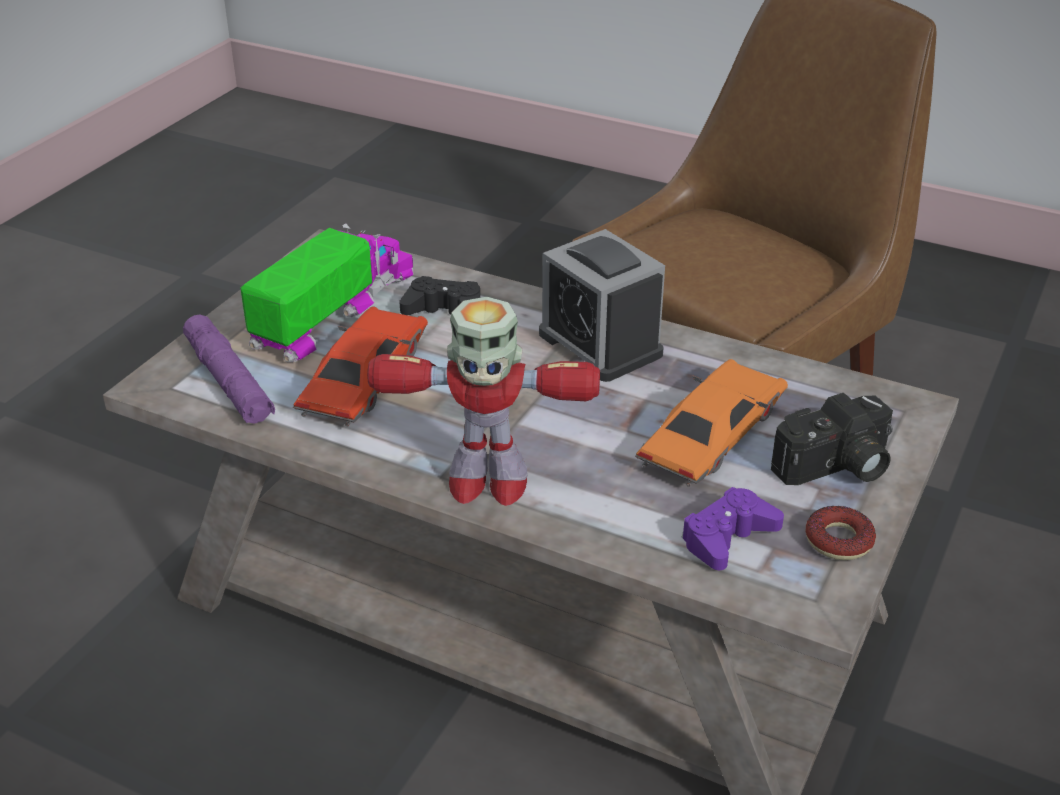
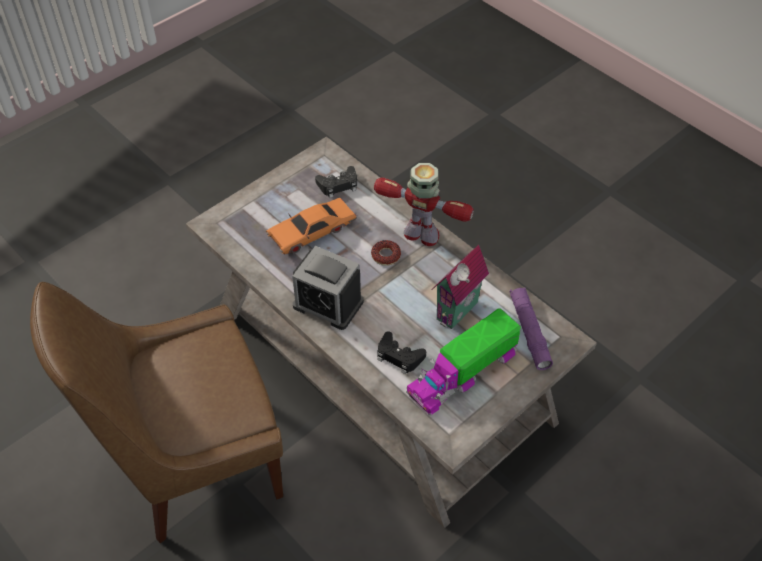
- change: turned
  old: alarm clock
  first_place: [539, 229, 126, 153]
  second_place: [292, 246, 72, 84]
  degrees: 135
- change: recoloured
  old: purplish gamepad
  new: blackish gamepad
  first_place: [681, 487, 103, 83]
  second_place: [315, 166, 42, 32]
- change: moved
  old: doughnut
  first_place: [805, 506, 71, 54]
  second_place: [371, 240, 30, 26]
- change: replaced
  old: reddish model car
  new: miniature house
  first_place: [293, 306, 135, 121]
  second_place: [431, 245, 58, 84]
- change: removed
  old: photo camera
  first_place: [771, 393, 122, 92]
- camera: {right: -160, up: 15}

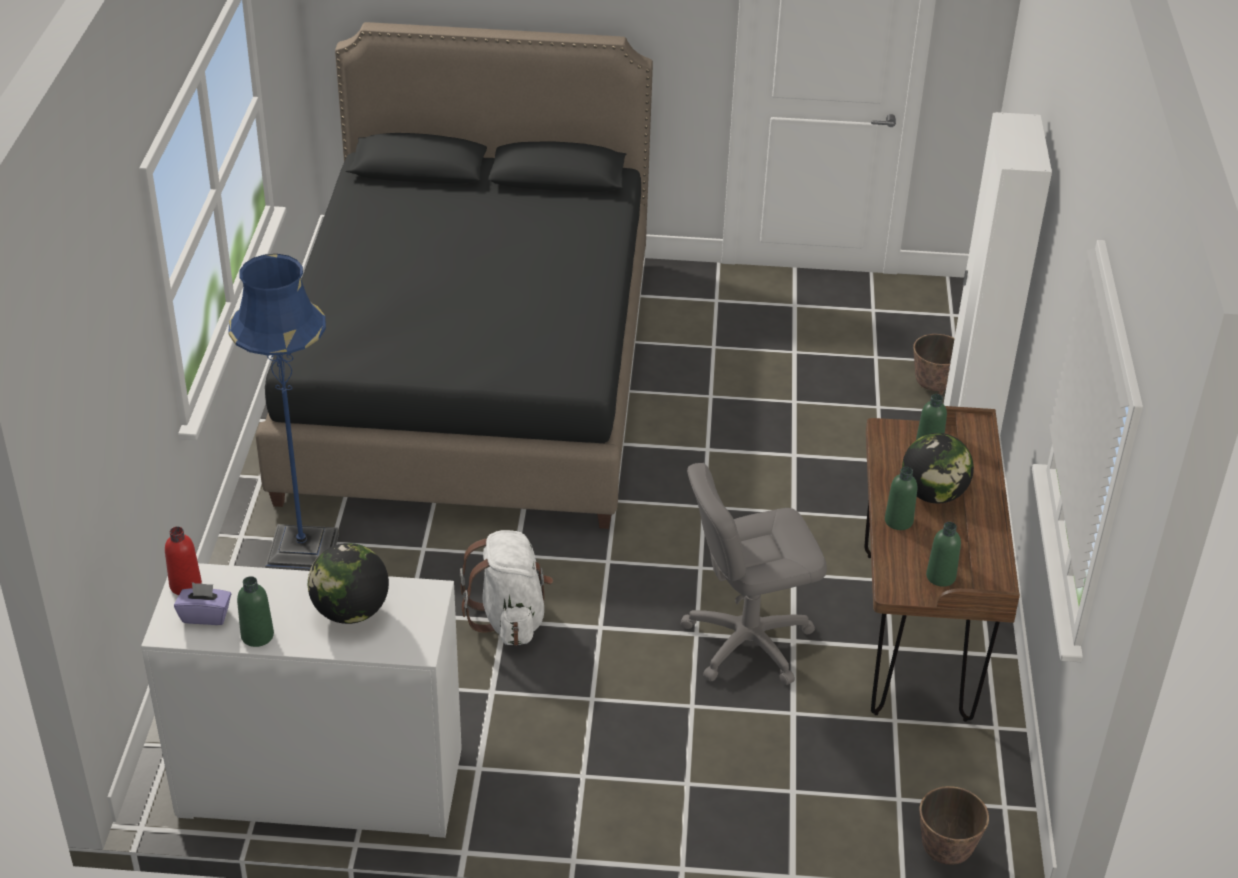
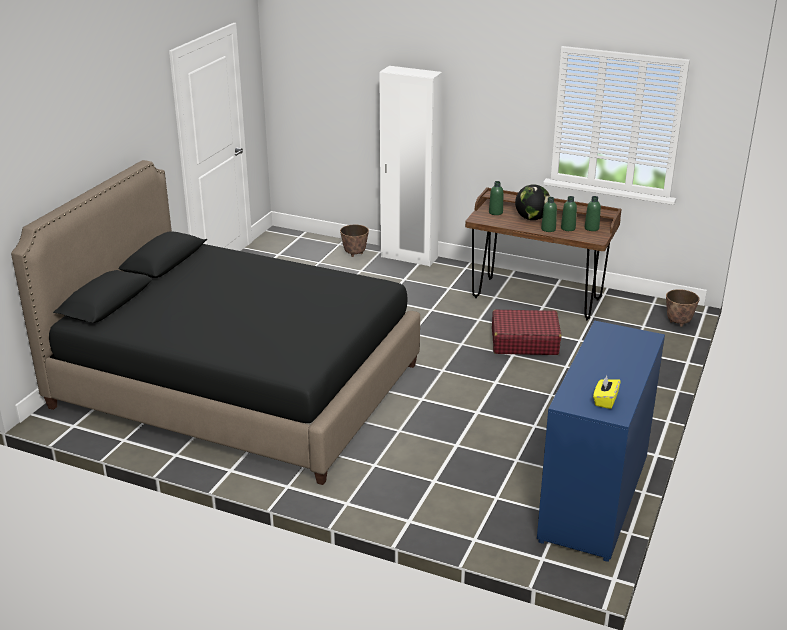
- change: replaced
  old: greyish desk chair
  new: reddish suitcase
  first_place: [680, 463, 147, 222]
  second_place: [492, 310, 69, 45]
- change: recoloured
  old: whitish dresser
  new: blue dresser
  first_place: [141, 563, 320, 275]
  second_place: [537, 320, 128, 242]
- change: moved
  old: green beverage bottle
  first_place: [237, 576, 37, 71]
  second_place: [561, 196, 16, 35]
- change: recoloured
  old: purplish tissue box
  new: yellow tissue box
  first_place: [174, 582, 57, 43]
  second_place: [593, 375, 28, 34]
- change: removed
  old: reddish beverage bottle
  first_place: [165, 526, 37, 69]
- change: removed
  old: blue floor lamp
  first_place: [229, 254, 110, 317]
- change: removed
  old: globe
  first_place: [308, 543, 81, 81]
- change: removed
  old: whitish rucksack
  first_place: [460, 530, 93, 116]
- camera: {right: -70, up: -10}

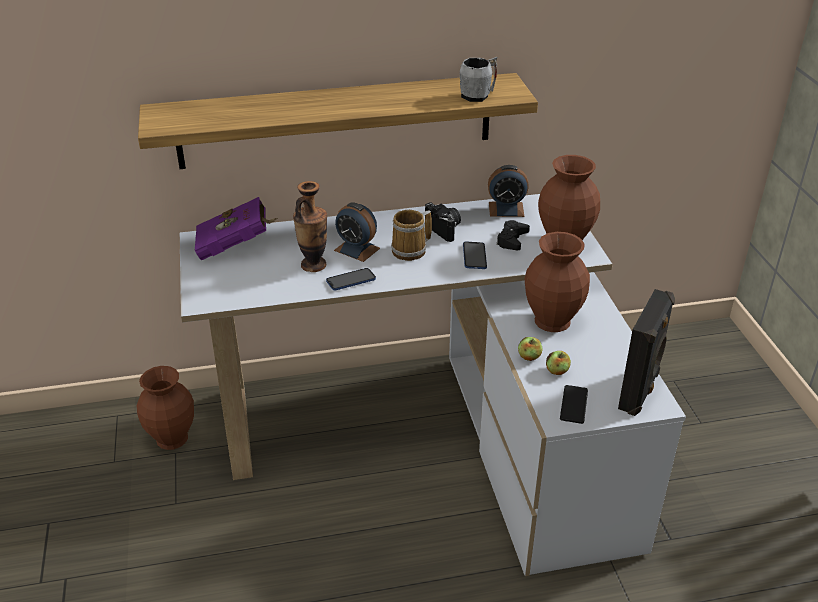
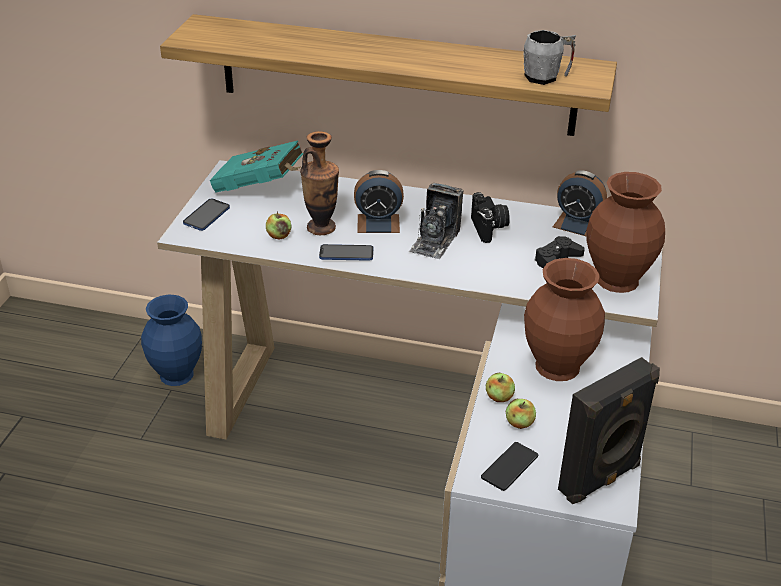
- change: recoloured
  old: brown-coloured flower vase
  new: blue flower vase
  first_place: [136, 366, 58, 84]
  second_place: [141, 294, 61, 92]
- change: moved
  old: telephone
  first_place: [463, 242, 24, 27]
  second_place: [183, 199, 47, 32]
- change: recoloured
  old: purplish book
  new: turquoise-coloured book
  first_place: [195, 197, 83, 64]
  second_place: [210, 141, 93, 52]
- change: added
  new: whole apple
  second_place: [266, 211, 25, 29]
- change: turned
  old: alarm clock
  first_place: [334, 202, 46, 60]
  second_place: [354, 170, 50, 63]
  degrees: -60
- change: replaced
  old: mug
  new: photo camera
  first_place: [391, 210, 41, 51]
  second_place: [409, 183, 55, 76]
- camera: {right: 25, up: 0}

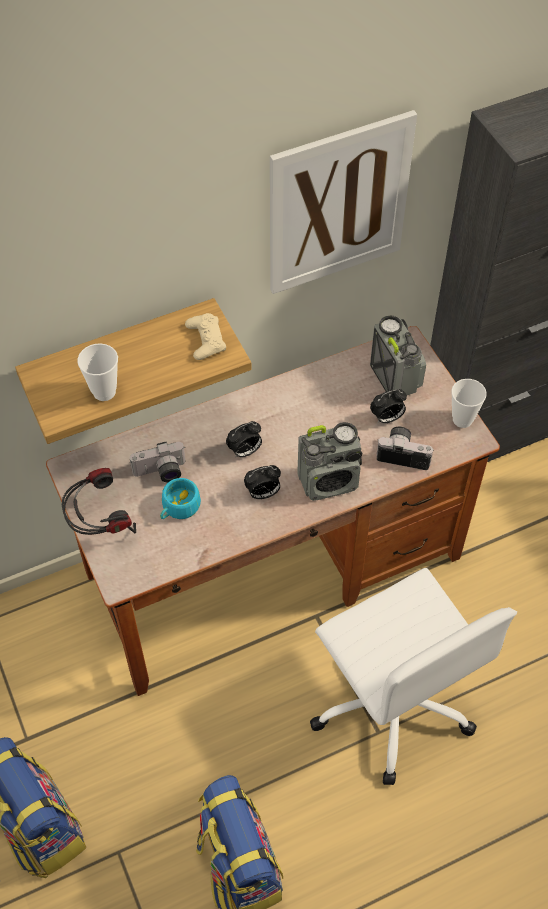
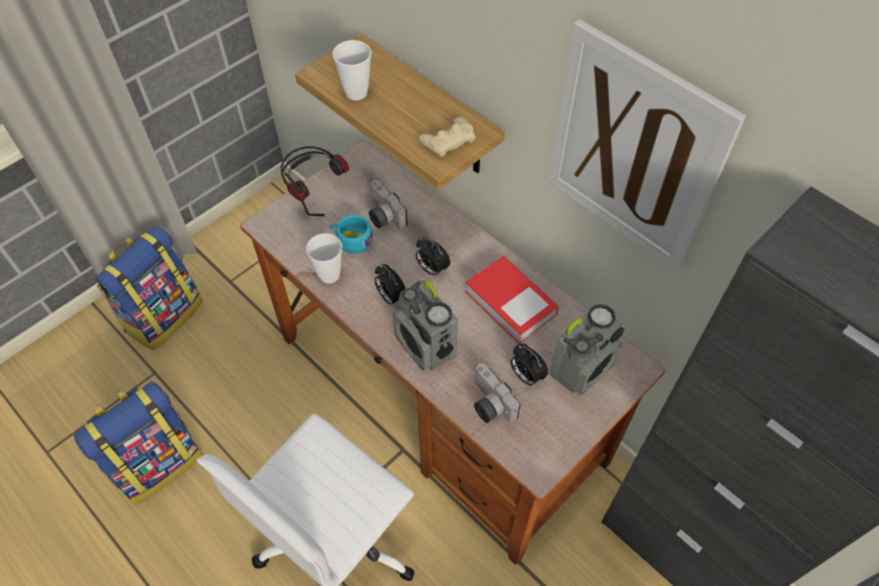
- change: moved
  old: cup
  first_place: [451, 379, 36, 49]
  second_place: [306, 233, 36, 51]
- change: added
  new: book
  second_place: [465, 256, 94, 88]
- change: turned
  old: photo camera
  first_place: [376, 427, 58, 43]
  second_place: [474, 363, 47, 60]
  degrees: 150
- camera: {right: 70, up: 0}

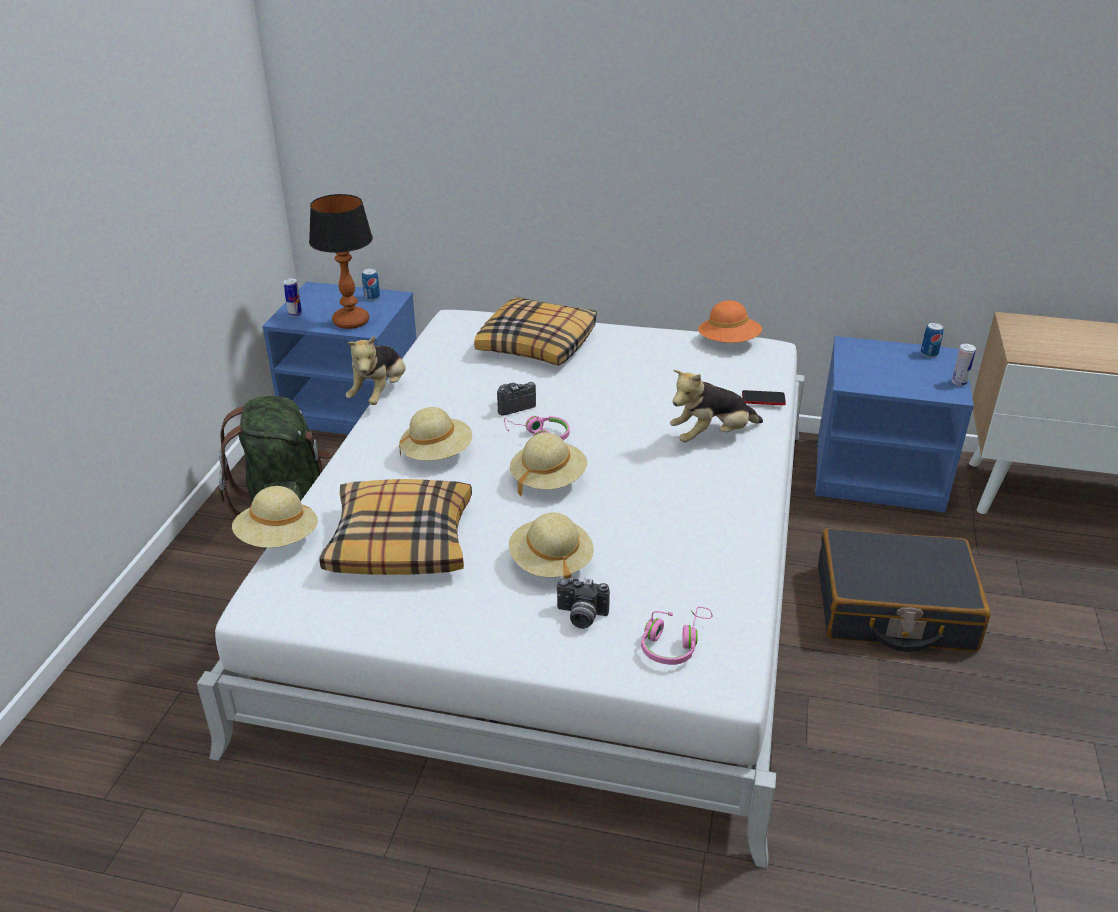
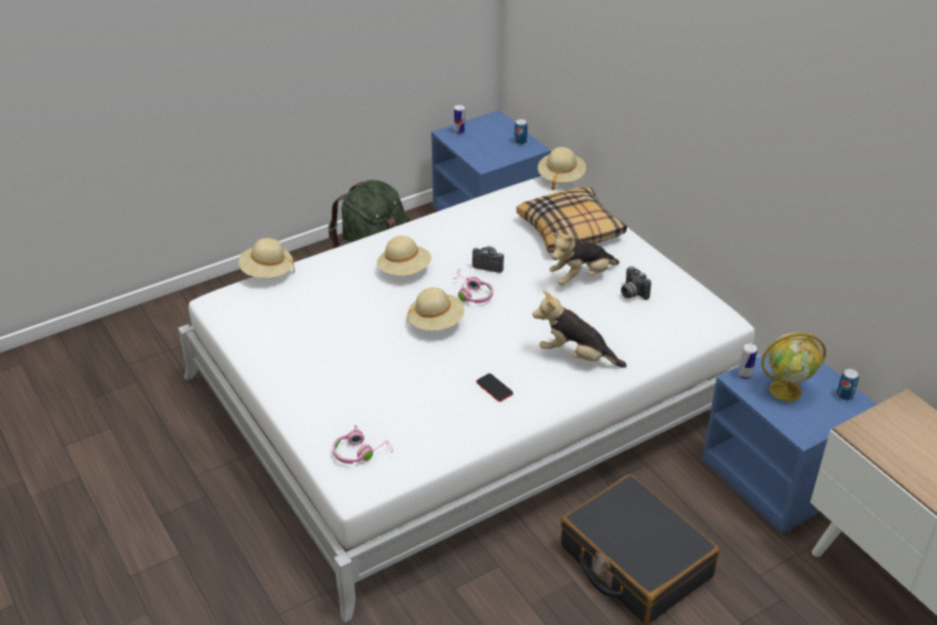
- change: moved
  old: telephone
  first_place: [742, 390, 44, 15]
  second_place: [476, 373, 37, 29]
- change: moved
  old: sand-coloured hat
  first_place: [509, 512, 85, 67]
  second_place: [538, 147, 48, 44]
- change: moved
  old: plush toy
  first_place: [346, 335, 59, 70]
  second_place: [549, 233, 70, 52]
- change: moved
  old: photo camera
  first_place: [557, 578, 53, 51]
  second_place: [621, 266, 30, 34]
- change: moved
  old: sealed can
  first_place: [951, 344, 25, 42]
  second_place: [738, 343, 19, 37]
- change: added
  new: globe
  second_place: [761, 332, 65, 69]
- change: removed
  old: table lamp
  first_place: [309, 194, 64, 135]
- change: removed
  old: throw pillow
  first_place: [319, 479, 153, 96]
- change: removed
  old: orangey hat
  first_place: [698, 301, 64, 42]
- camera: {right: 45, up: 5}

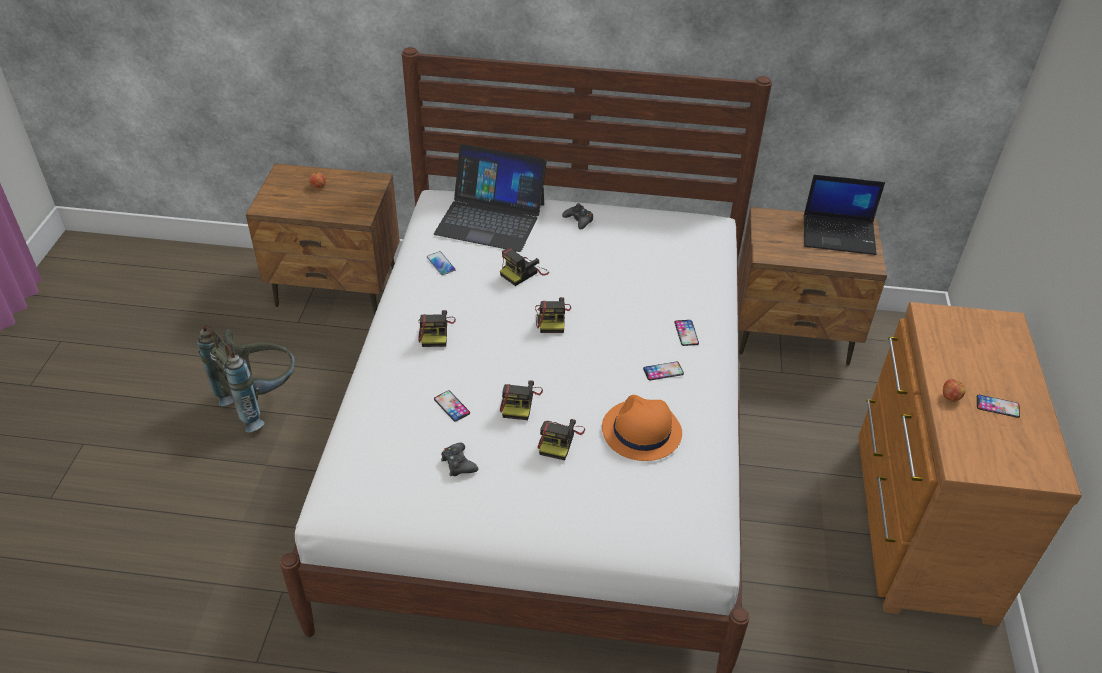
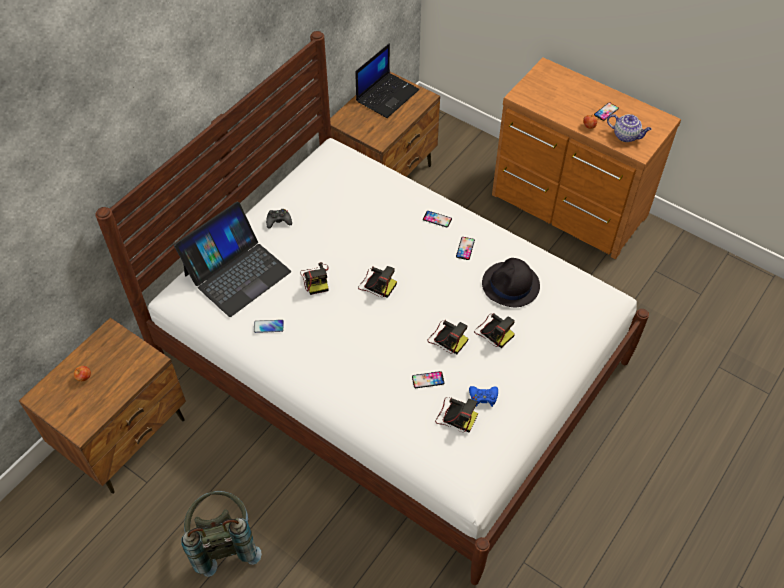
- change: moved
  old: photo camera
  first_place: [418, 310, 38, 37]
  second_place: [435, 397, 43, 35]
- change: recoloured
  old: blackish gamepad
  new: blue gamepad
  first_place: [441, 443, 37, 33]
  second_place: [469, 386, 29, 21]
- change: recoloured
  old: orangey hat
  new: blackish hat
  first_place: [602, 395, 80, 66]
  second_place: [482, 258, 58, 49]
- change: added
  new: pot for tea
  second_place: [607, 114, 45, 28]
- camera: {right: -60, up: 10}

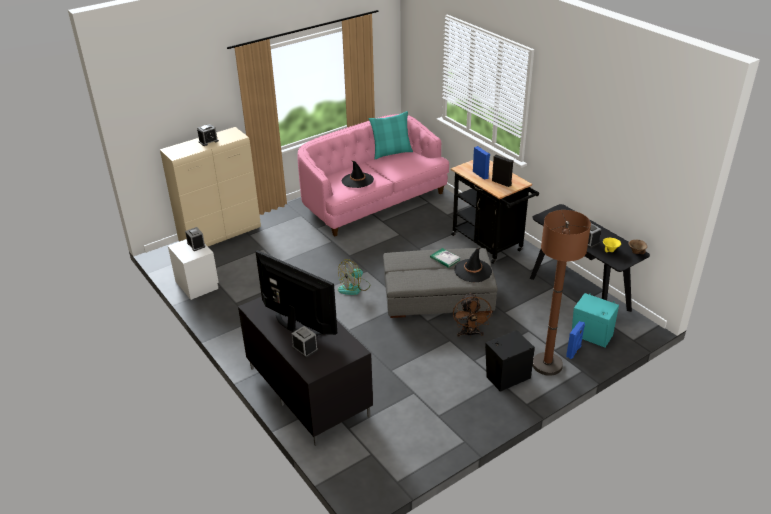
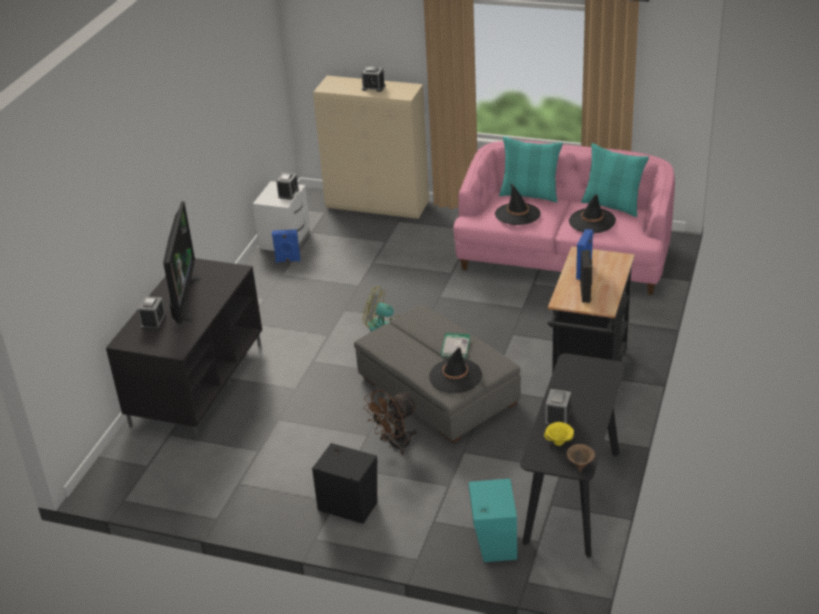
- change: moved
  old: blue speaker
  first_place: [566, 321, 19, 38]
  second_place: [272, 229, 28, 34]
- change: added
  new: turquoise-coloured throw pillow
  second_place: [499, 137, 64, 66]
- change: added
  new: blackish hat
  second_place: [569, 194, 47, 40]
- change: removed
  old: brown-coloured floor lamp
  first_place: [533, 210, 58, 166]
- camera: {right: 55, up: 0}

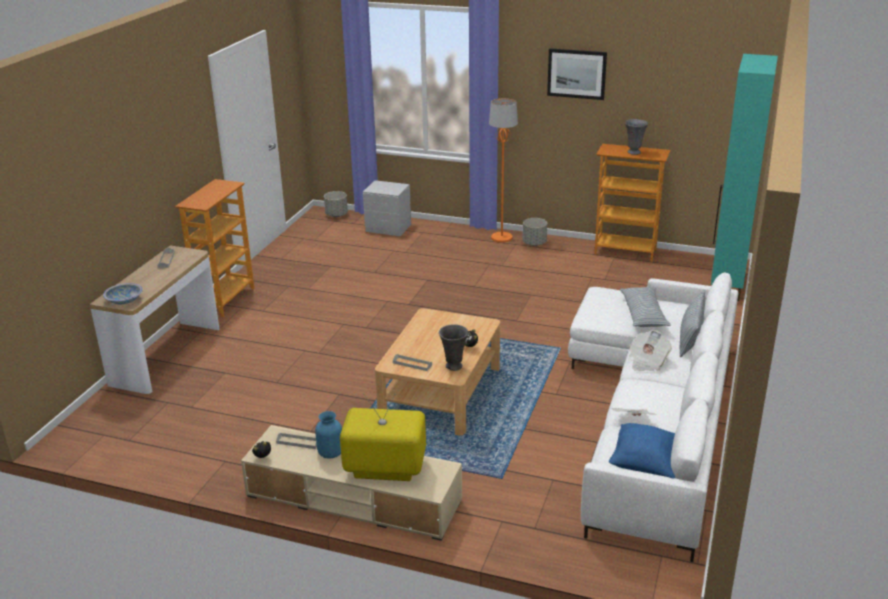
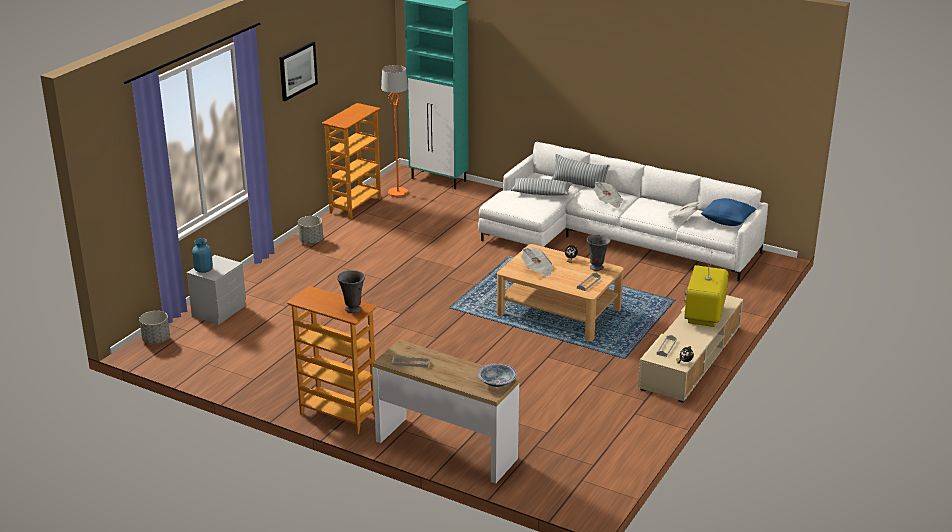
- change: moved
  old: blue flower vase
  first_place: [315, 411, 27, 48]
  second_place: [192, 238, 21, 35]
- change: moved
  old: greyish flower vase
  first_place: [625, 119, 23, 36]
  second_place: [337, 270, 28, 43]
- change: moved
  old: orangey floor lamp
  first_place: [489, 98, 29, 145]
  second_place: [381, 65, 27, 132]
- change: added
  new: printed paper
  second_place: [521, 248, 33, 29]
- camera: {right: -80, up: 0}

